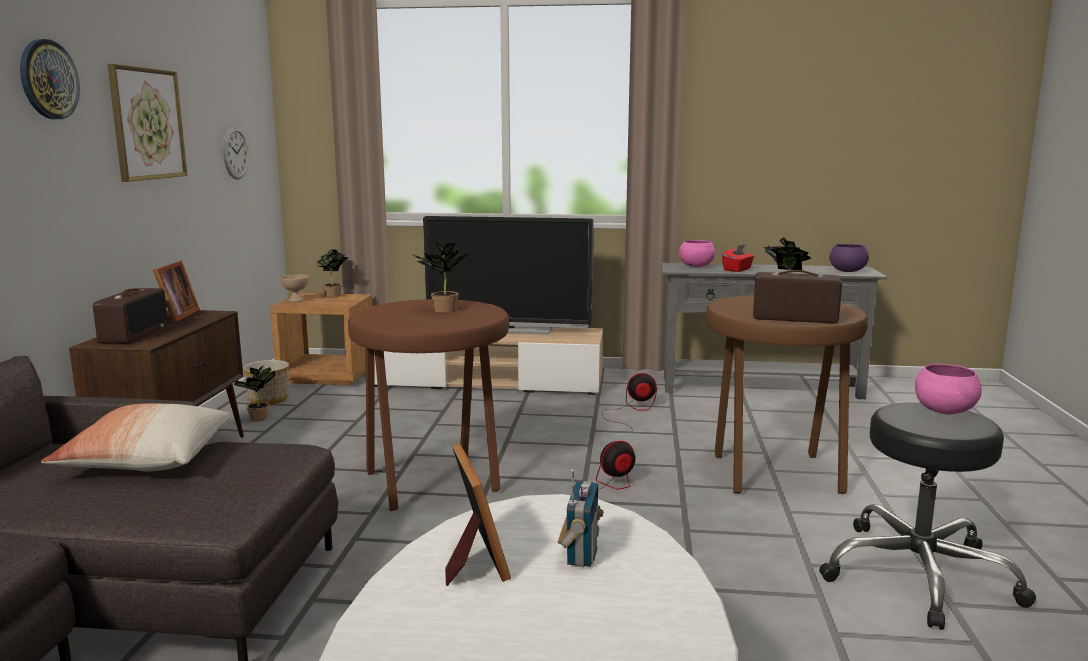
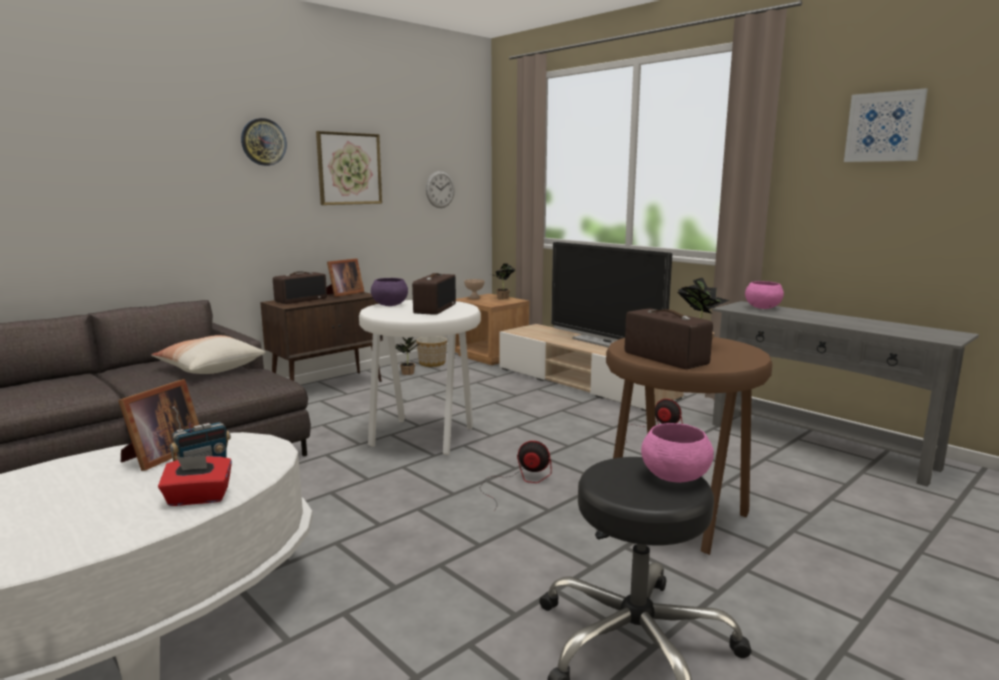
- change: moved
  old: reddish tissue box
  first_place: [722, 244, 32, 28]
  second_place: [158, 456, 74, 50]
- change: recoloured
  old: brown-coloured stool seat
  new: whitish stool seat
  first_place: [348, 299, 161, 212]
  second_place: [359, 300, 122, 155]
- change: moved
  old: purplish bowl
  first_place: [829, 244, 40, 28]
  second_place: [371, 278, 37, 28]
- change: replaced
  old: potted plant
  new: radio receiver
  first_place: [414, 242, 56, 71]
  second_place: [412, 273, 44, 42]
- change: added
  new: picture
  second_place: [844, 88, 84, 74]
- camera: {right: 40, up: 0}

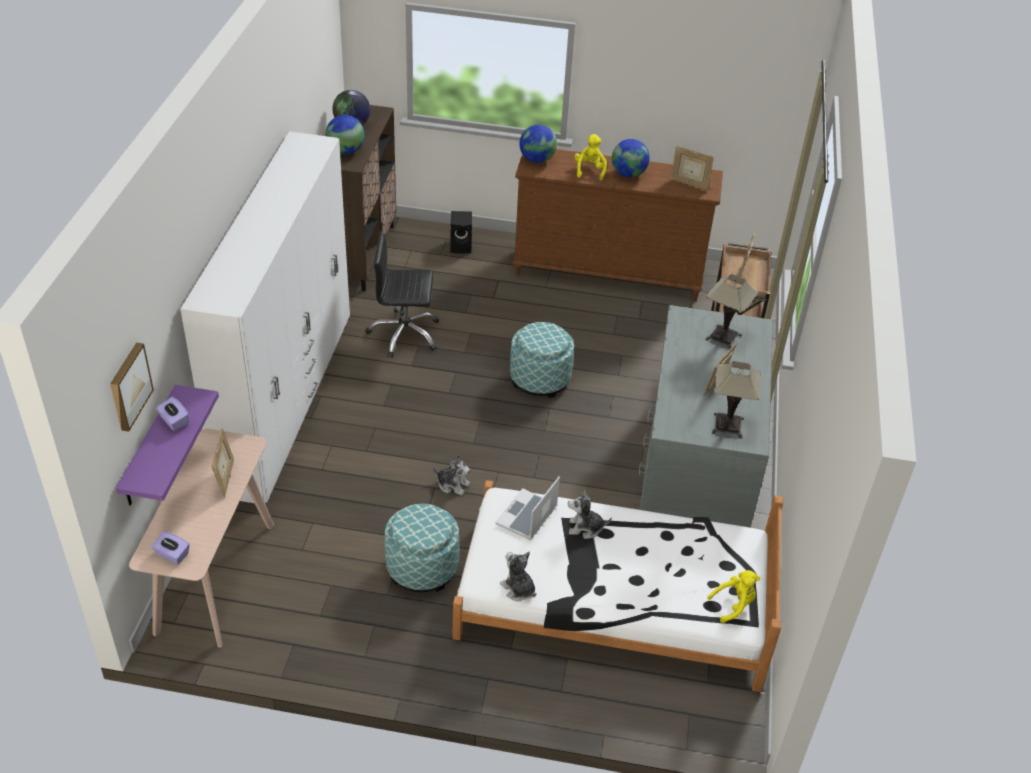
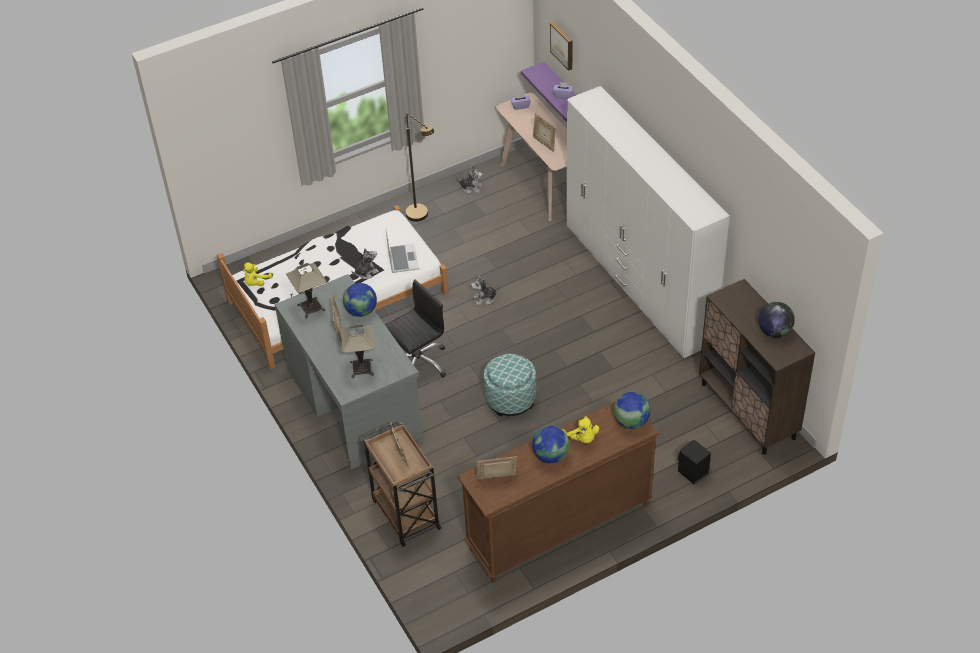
- change: moved
  old: globe
  first_place: [326, 115, 39, 39]
  second_place: [343, 283, 34, 34]
- change: moved
  old: blackish desk chair
  first_place: [366, 231, 73, 127]
  second_place: [385, 280, 61, 98]
- change: added
  new: brown-coloured floor lamp
  second_place: [405, 114, 29, 108]
- change: moved
  old: plush toy
  first_place: [500, 551, 37, 50]
  second_place: [456, 166, 27, 28]
- change: removed
  old: footrest
  first_place: [385, 504, 74, 88]
- camera: {right: 145, up: 5}

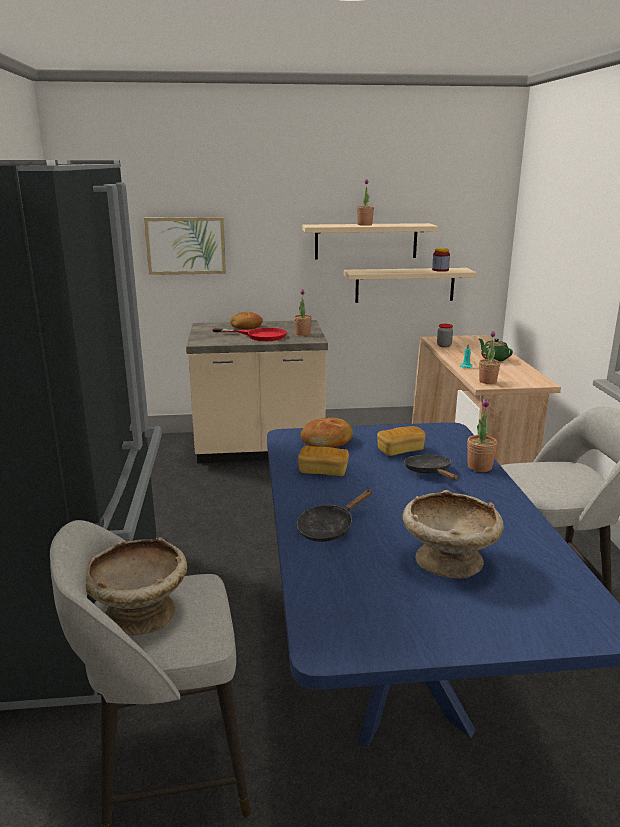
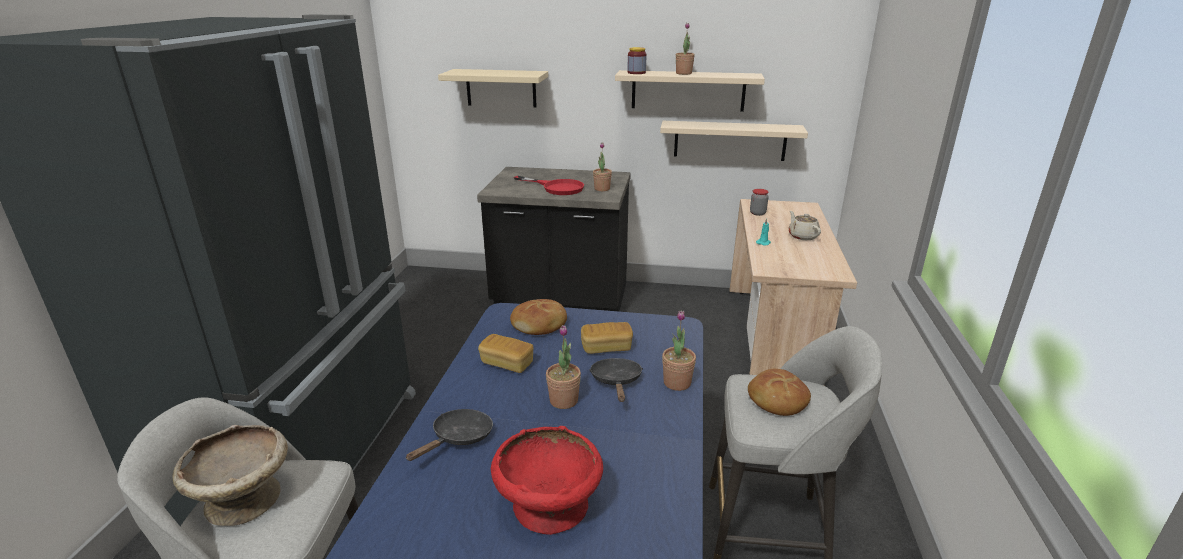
- change: turned
  old: blackish pan
  first_place: [297, 489, 75, 53]
  second_place: [406, 409, 87, 52]
  degrees: 150
- change: replaced
  old: picture
  new: sand-coloured wall shelf
  first_place: [144, 217, 82, 58]
  second_place: [438, 69, 110, 38]
- change: recoloured
  old: sand-coloured counter
  new: blackish counter
  first_place: [186, 320, 142, 143]
  second_place: [477, 167, 154, 144]
- change: recoloured
  old: sand-coloured bowl
  new: reddish bowl
  first_place: [402, 490, 102, 89]
  second_place: [491, 426, 112, 109]
- change: moved
  old: potted plant
  first_place: [479, 331, 21, 53]
  second_place: [546, 325, 35, 84]
- change: moved
  old: preserve jar
  first_place: [432, 248, 18, 24]
  second_place: [627, 47, 19, 27]
- change: moved
  old: baked bread
  first_place: [230, 312, 33, 17]
  second_place: [748, 369, 63, 47]
- change: recoloured
  old: green pot for tea
  new: sand-coloured pot for tea
  first_place: [478, 338, 35, 24]
  second_place: [789, 211, 32, 29]
- camera: {right: 15, up: 5}

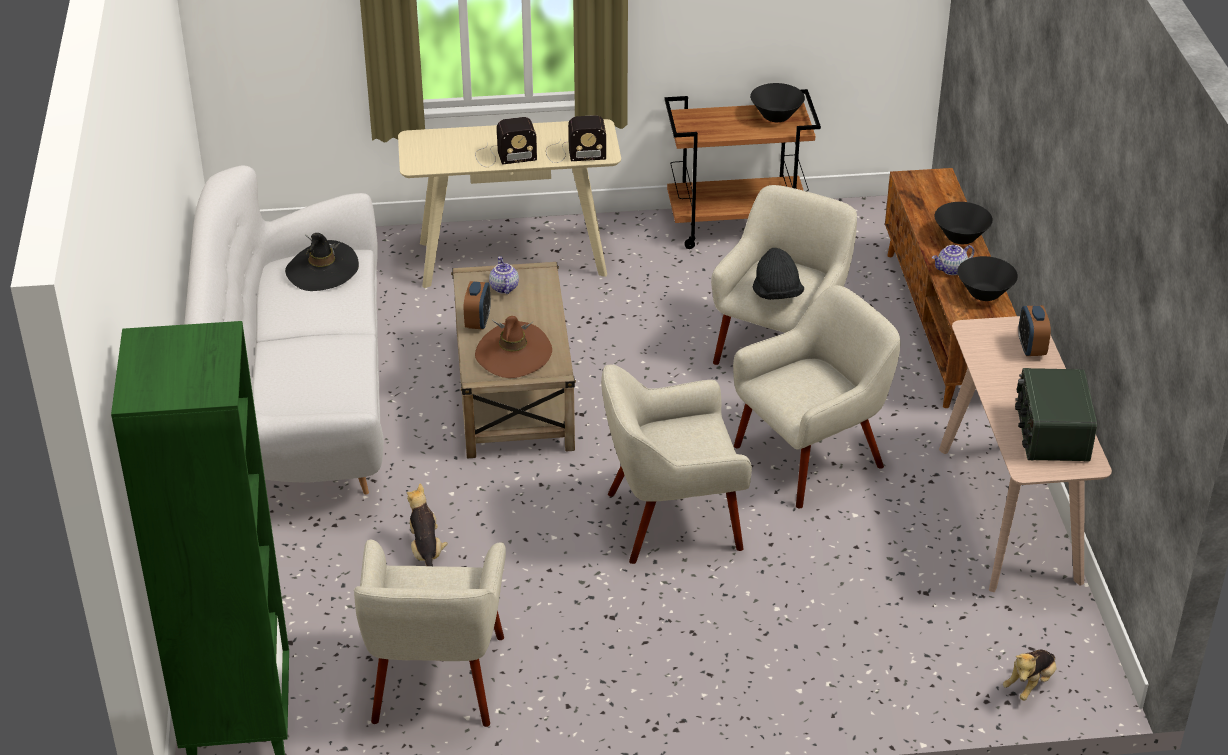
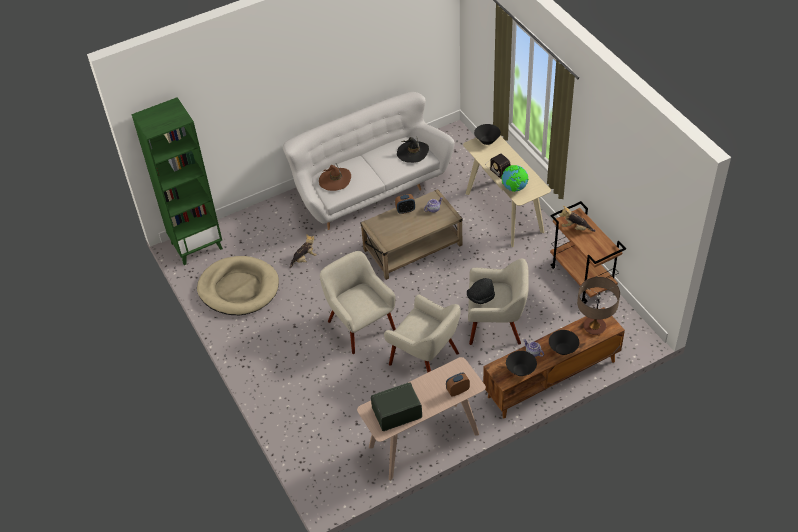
- change: replaced
  old: sand-coloured easy chair
  new: sand-coloured dog bed
  first_place: [354, 540, 152, 187]
  second_place: [197, 256, 82, 59]
- change: moved
  old: brown-coloured hat
  first_place: [475, 316, 77, 62]
  second_place: [319, 163, 32, 28]
- change: moved
  old: blackish bowl
  first_place: [750, 83, 55, 39]
  second_place: [474, 124, 27, 21]
- change: replaced
  old: radio receiver
  new: globe
  first_place: [546, 115, 60, 48]
  second_place: [502, 165, 27, 27]
- change: moved
  old: plush toy
  first_place: [1003, 650, 53, 51]
  second_place: [559, 206, 37, 26]
- change: added
  new: table lamp
  second_place: [577, 277, 43, 58]
- camera: {right: 70, up: 10}

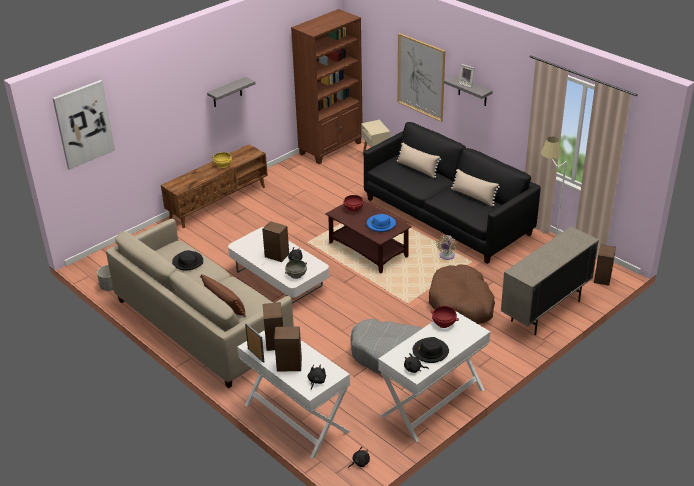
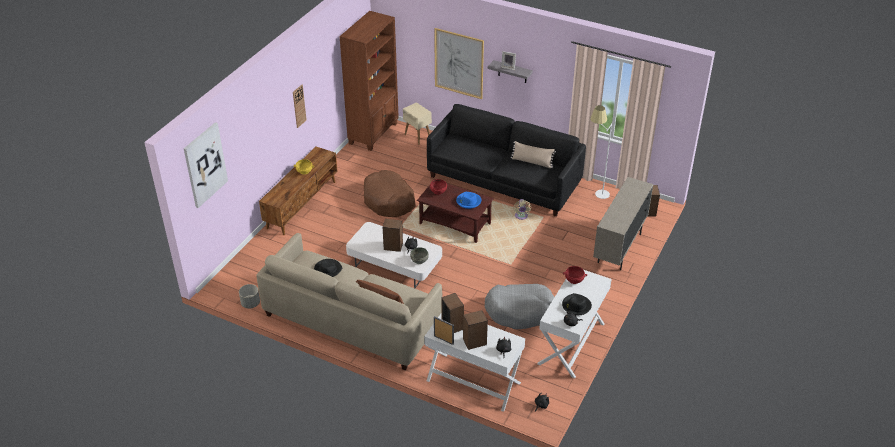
- change: replaced
  old: greyish wall shelf
  new: hanging clock
  first_place: [207, 77, 48, 30]
  second_place: [293, 85, 14, 43]
- change: moved
  old: brown-coloured dog bed
  first_place: [429, 264, 66, 60]
  second_place: [364, 170, 52, 47]
- change: removed
  old: sand-coloured throw pillow
  first_place: [397, 143, 44, 35]
- camera: {right: -20, up: 5}

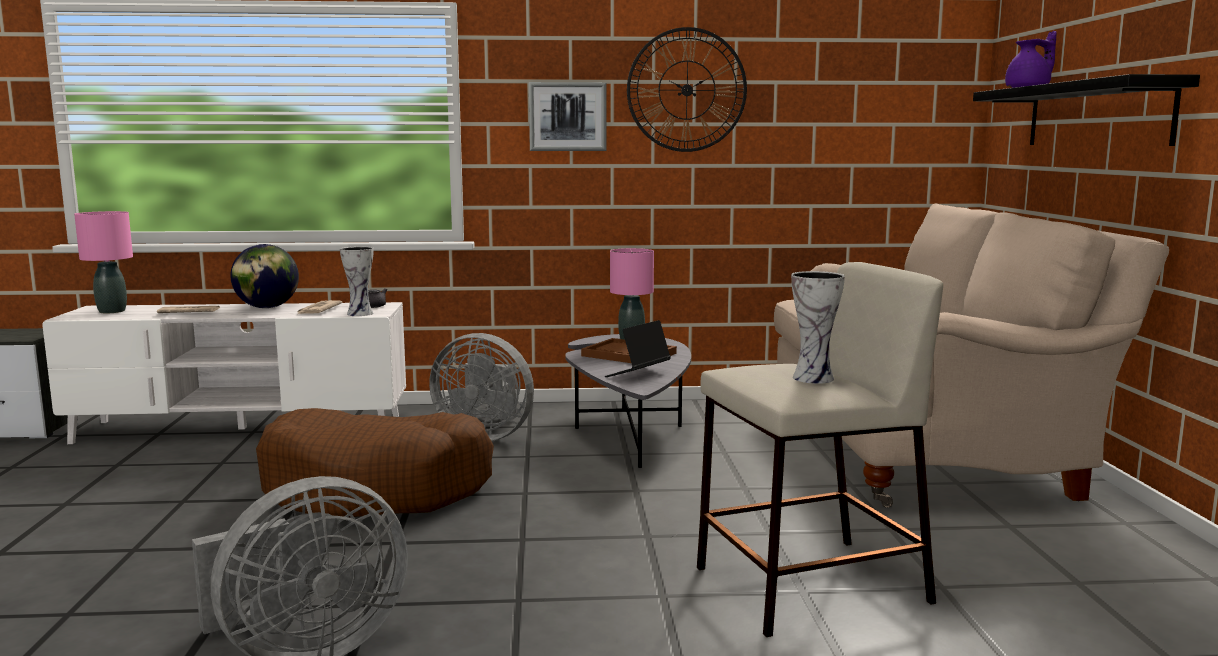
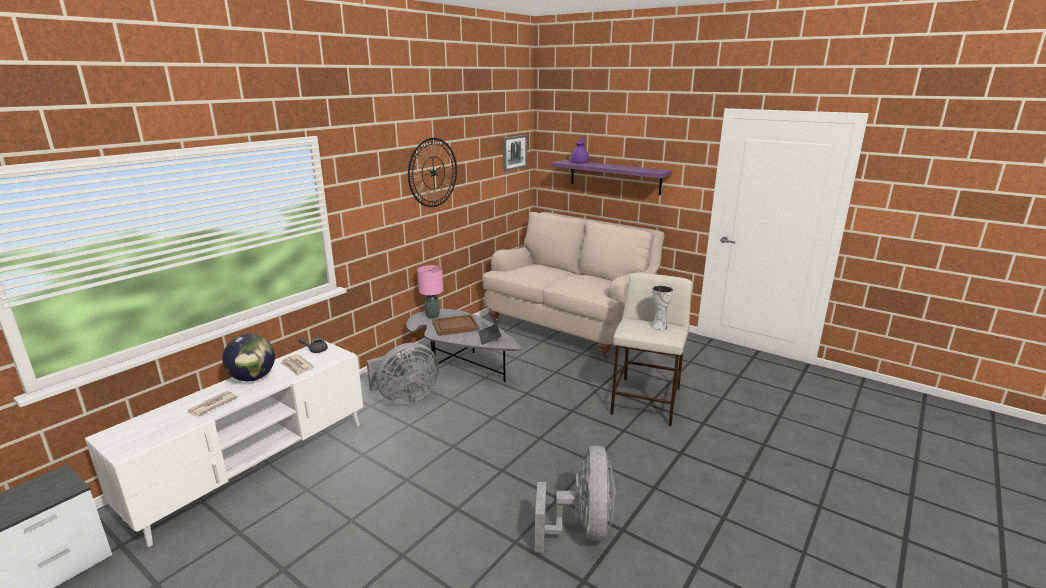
- change: moved
  old: picture
  first_place: [529, 82, 78, 69]
  second_place: [503, 135, 24, 36]
- change: recoloured
  old: blackish wall shelf
  new: purplish wall shelf
  first_place: [973, 74, 227, 72]
  second_place: [552, 160, 120, 35]
- change: removed
  old: pink table lamp
  first_place: [74, 211, 59, 102]
- change: removed
  old: brown-coloured dog bed
  first_place: [256, 408, 238, 109]
- change: removed
  old: flower vase
  first_place: [340, 246, 34, 70]
- camera: {right: -50, up: 10}

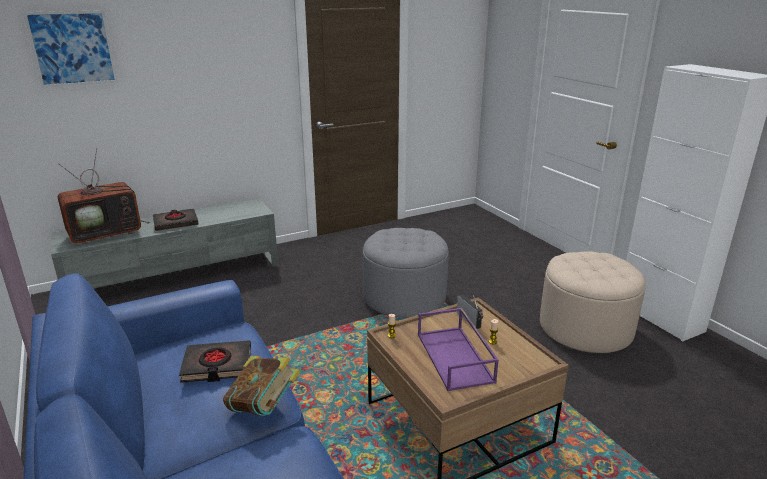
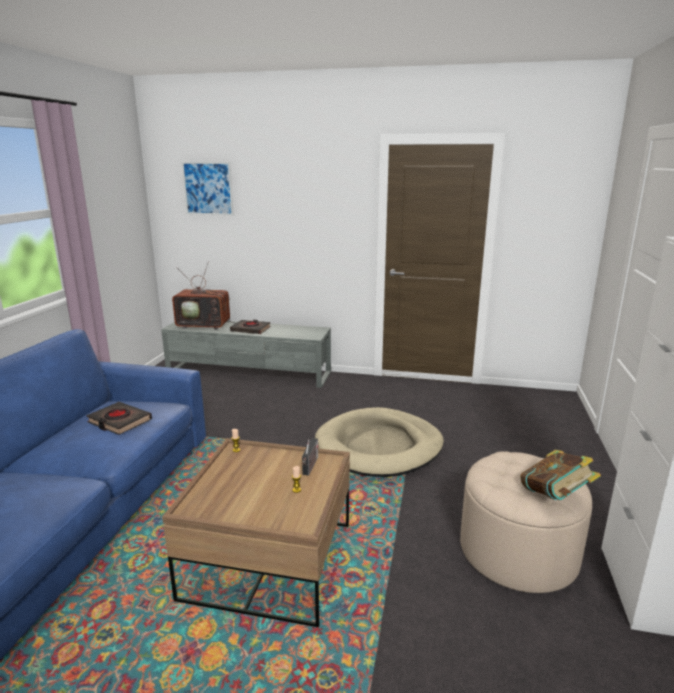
- change: replaced
  old: greyish footrest
  new: sand-coloured dog bed
  first_place: [363, 228, 86, 90]
  second_place: [315, 407, 129, 70]
- change: moved
  old: book
  first_place: [223, 356, 78, 60]
  second_place: [520, 450, 81, 50]
- change: removed
  old: purplish tray
  first_place: [418, 308, 81, 83]
- camera: {right: 40, up: -5}

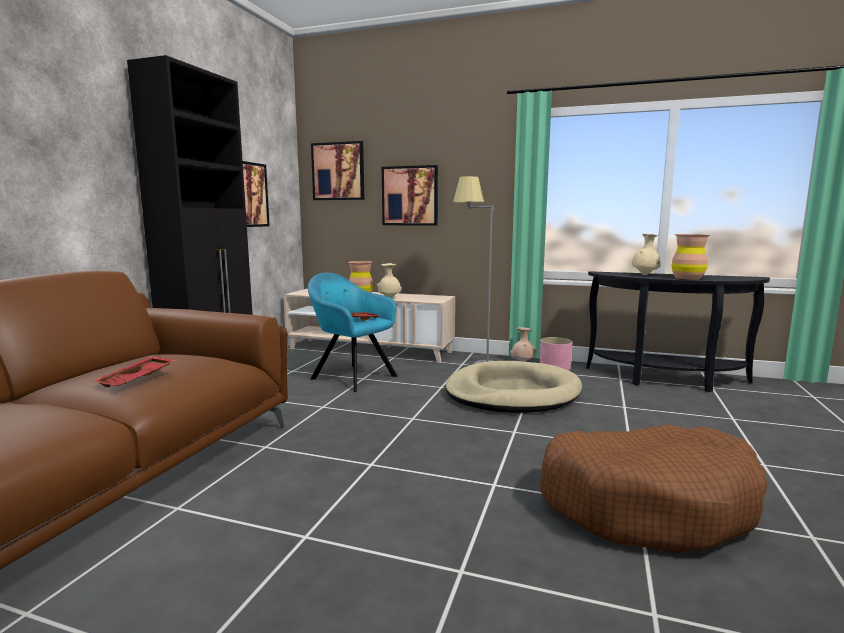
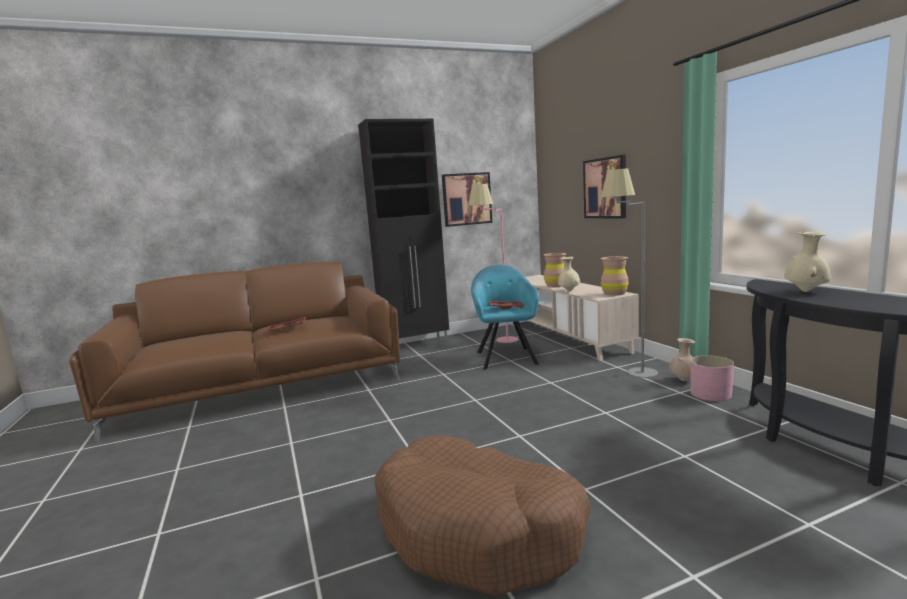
- change: added
  new: pink floor lamp
  second_place: [468, 184, 51, 159]
- change: moved
  old: brown-coloured flower vase
  first_place: [671, 234, 38, 46]
  second_place: [601, 256, 28, 40]
- change: removed
  old: picture
  first_place: [311, 141, 53, 59]
- change: removed
  old: sand-coloured dog bed
  first_place: [445, 361, 137, 52]
- camera: {right: 50, up: 0}

